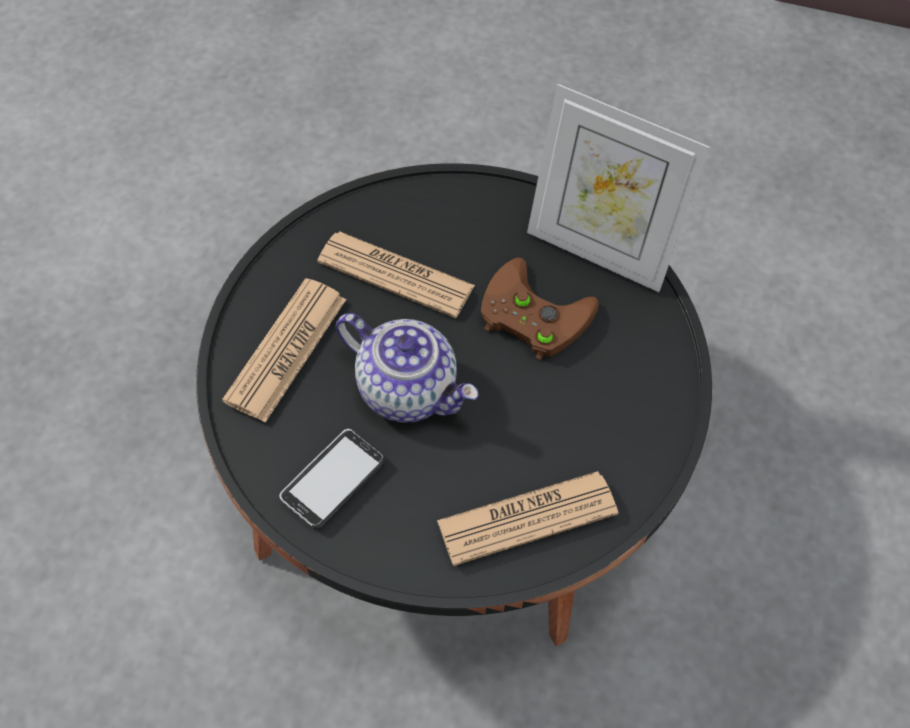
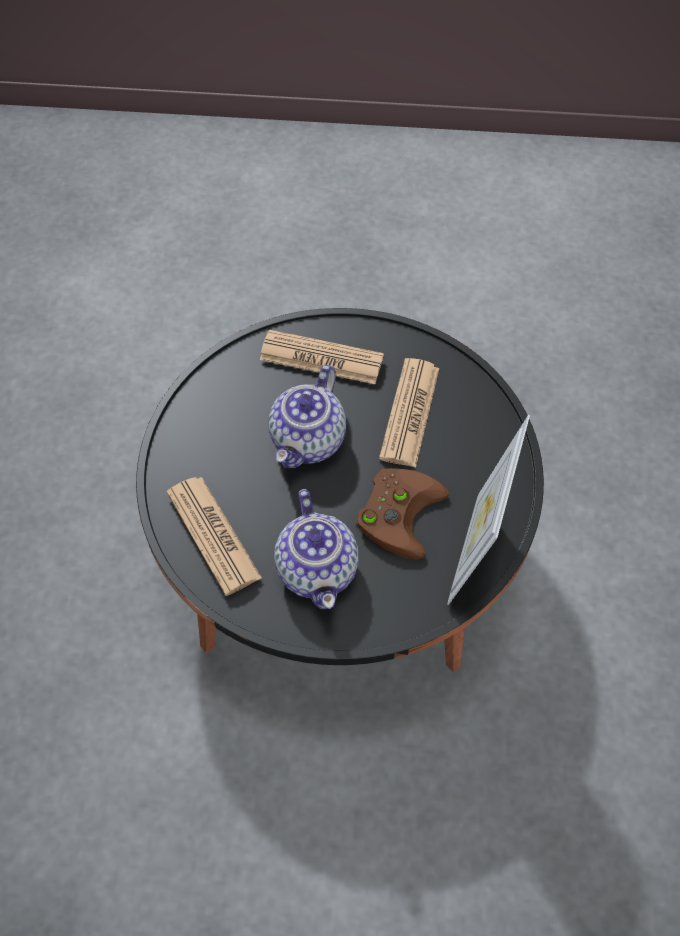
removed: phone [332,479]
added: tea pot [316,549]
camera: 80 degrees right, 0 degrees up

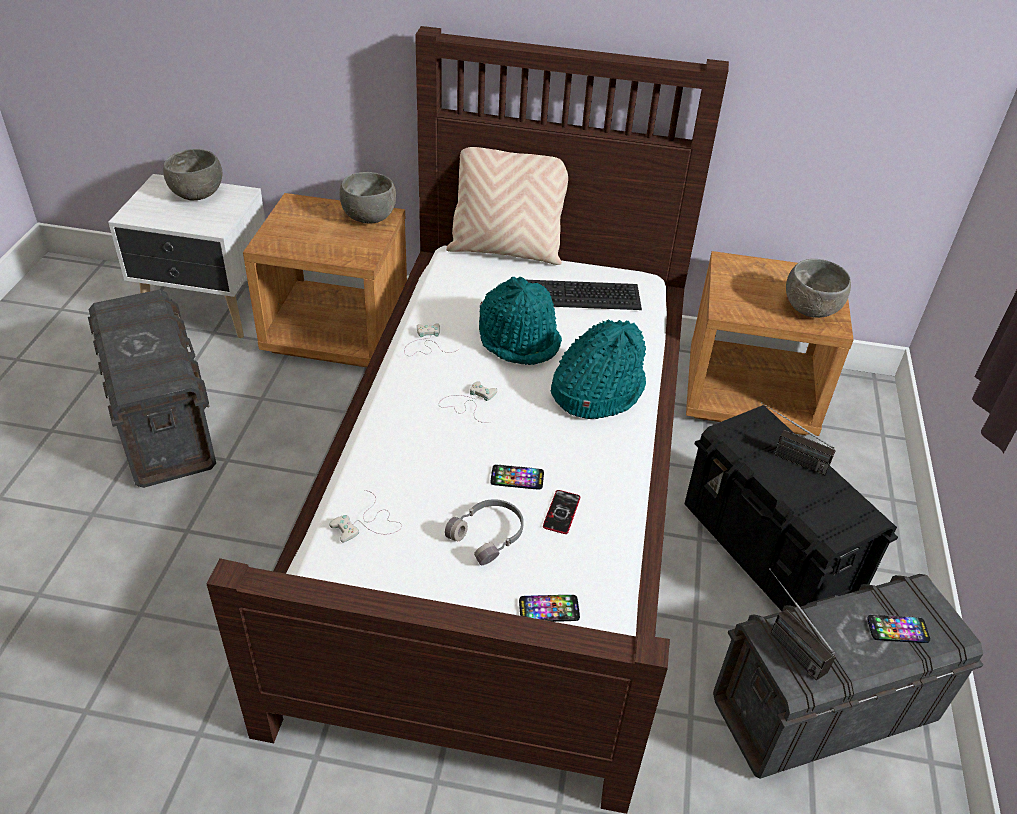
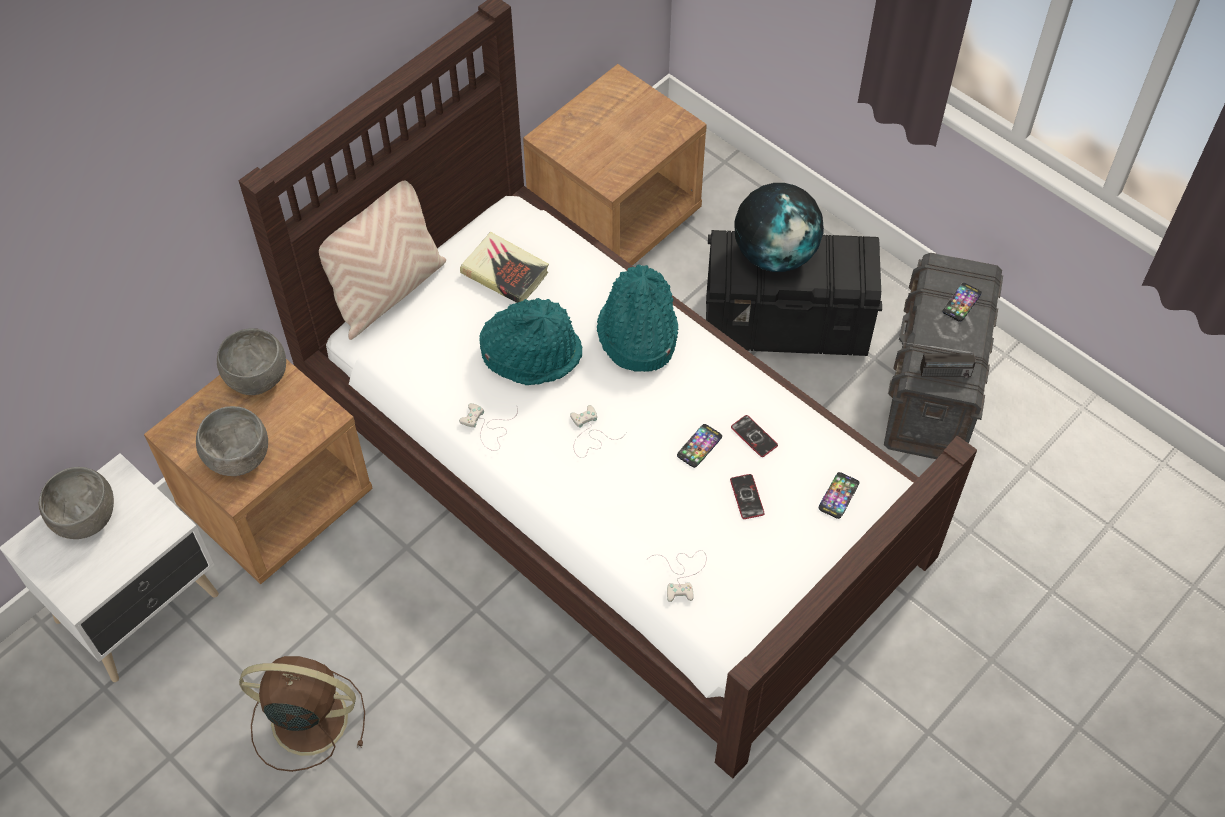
moved: grey deep dish [818,288] to [232,441]
replaced: grey storage container [152,388] to brown-coloured fan [302,714]; grey headset [484,532] to phone [747,496]; computer keyboard [584,295] to book [504,267]; radio set [798,438] to globe [779,227]
camera: 55 degrees left, 15 degrees up

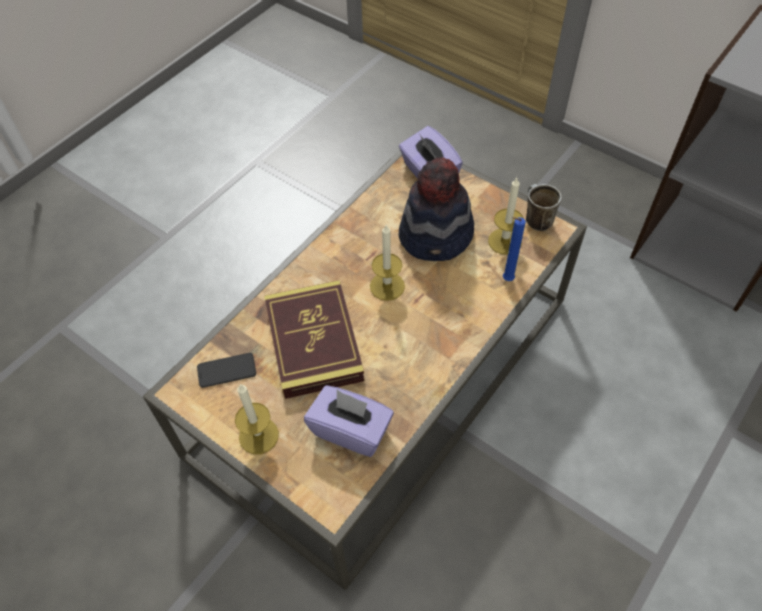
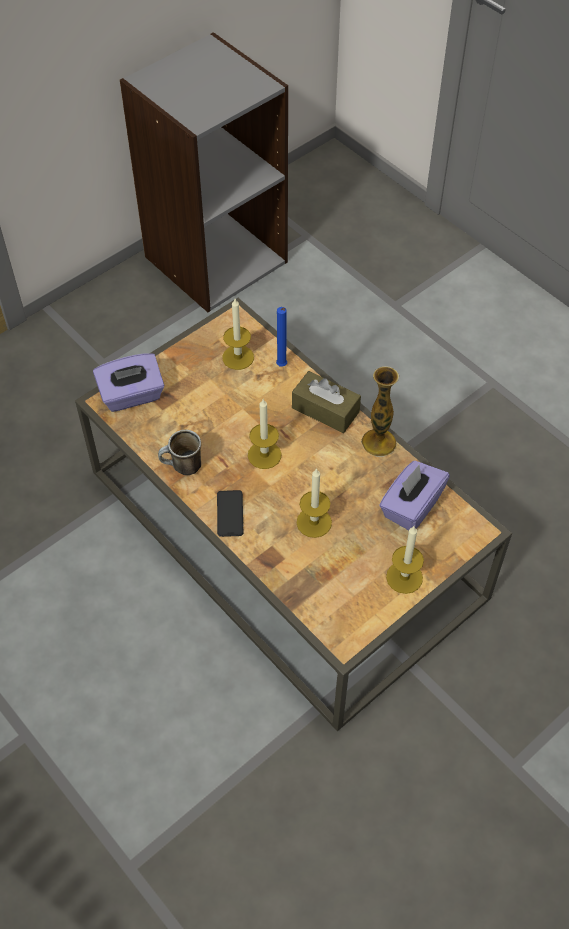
removed: clothing hat [436,209]
added: brown-coloured tissue holder [326,402]; decorative vase [380,411]
moved: phone [226,370] to [230,513]; mug [544,207] to [179,452]
replaced: book [314,339] to wax light [314,503]
camera: 80 degrees left, 0 degrees up

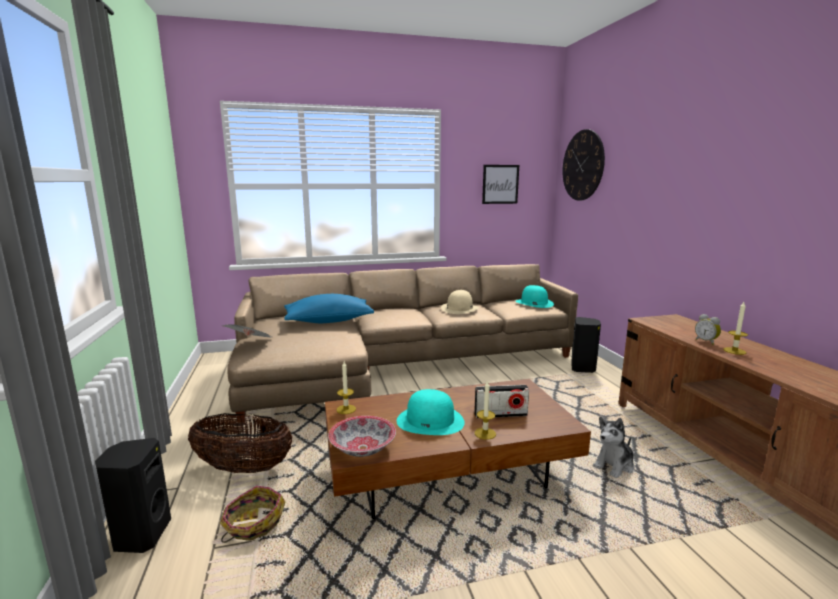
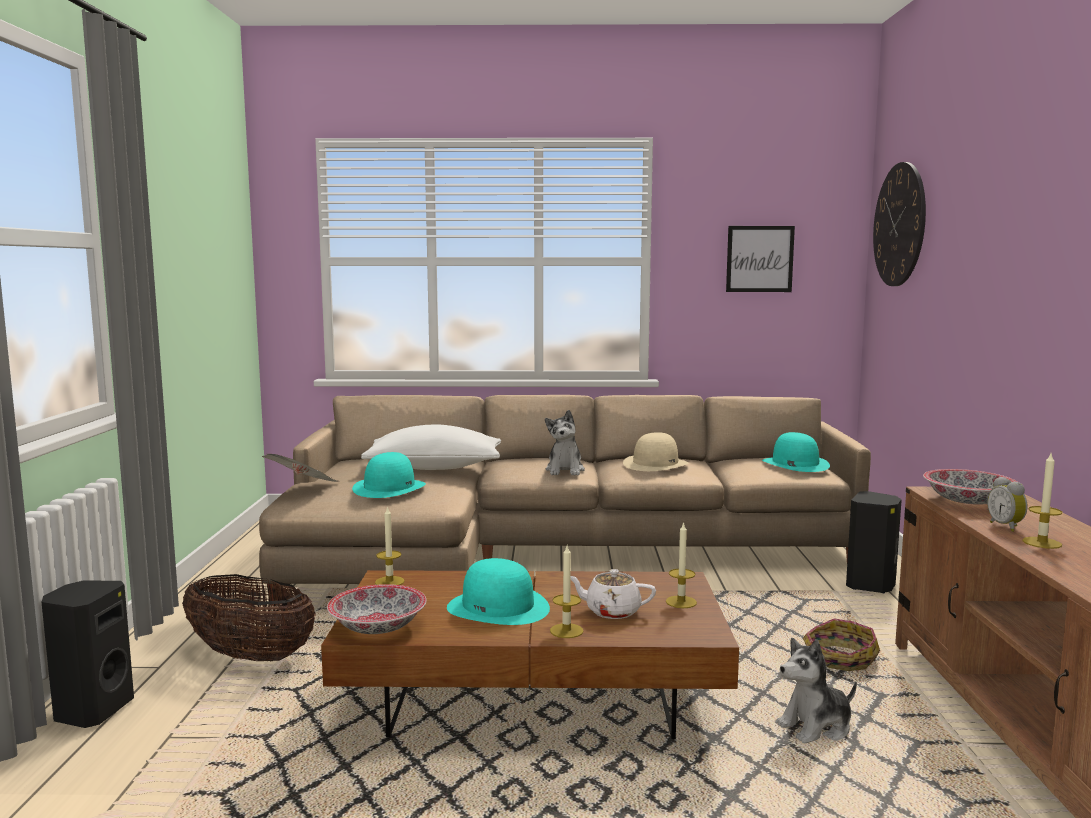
added: blue-green clothing hat [389,475]; cuddly toy [565,442]; wax light [681,565]; deep dish [970,487]
moved: household basket [252,514] to [841,644]
replaced: radio set [502,401] to white-coloured tea pot [613,594]
recoloured: blue pillow [329,308] to white-coloured pillow [431,447]
camera: 15 degrees right, 5 degrees down

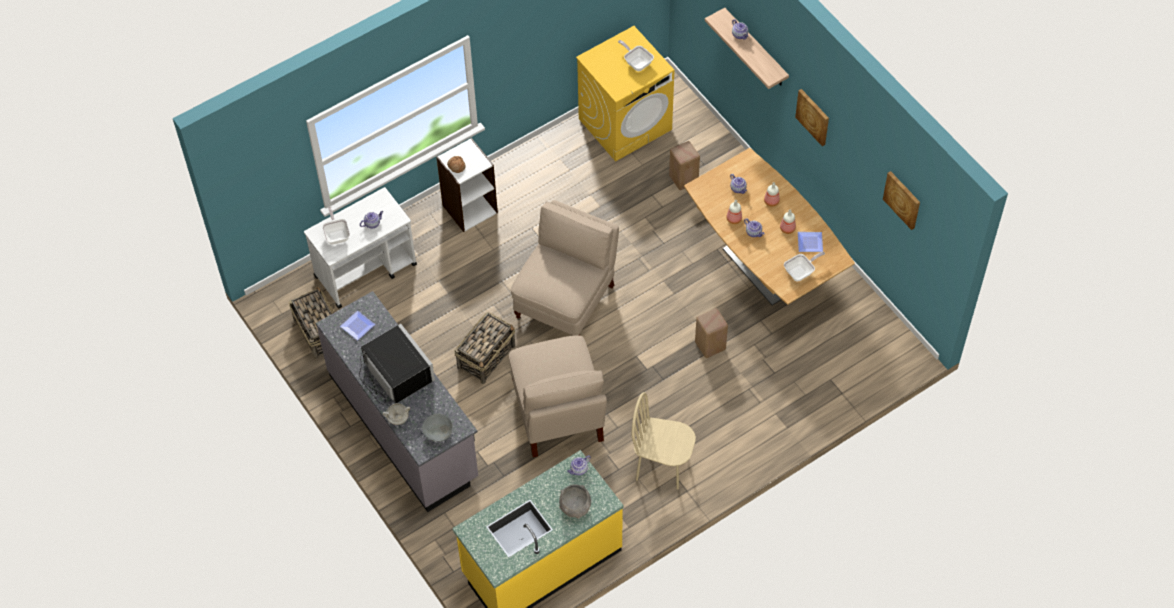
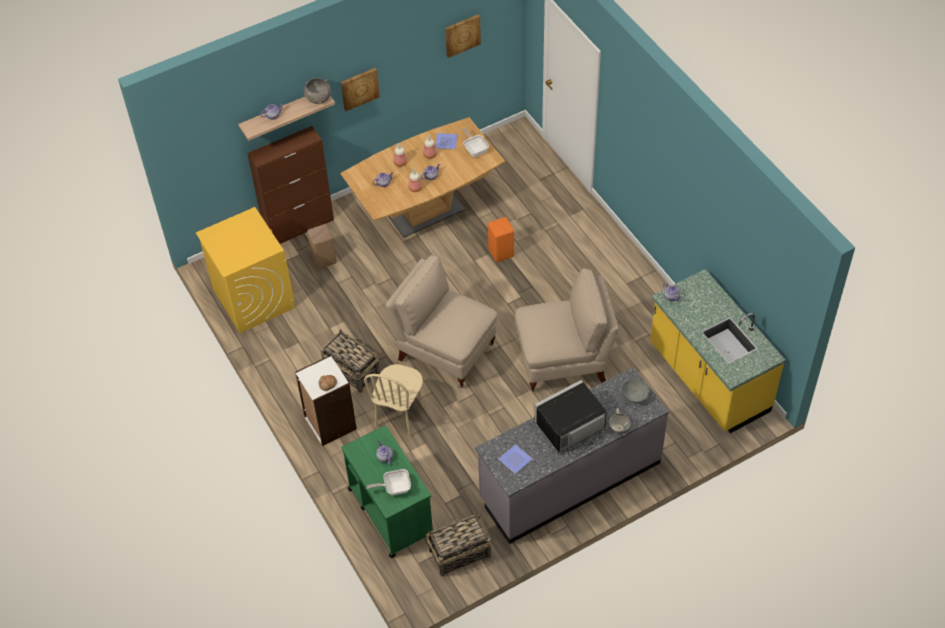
removed: pan [636,55]
added: brown-coloured cupboard [290,185]
moved: household basket [484,348] to [350,361]; grey deep dish [575,501] to [318,91]; beige plain chair [664,440] to [394,400]
recoloured: white-coloured cart [360,247] to green-coloured cart [387,491]; beige stool seat [711,333] to orange-coloured stool seat [501,239]
camera: 85 degrees left, 5 degrees down

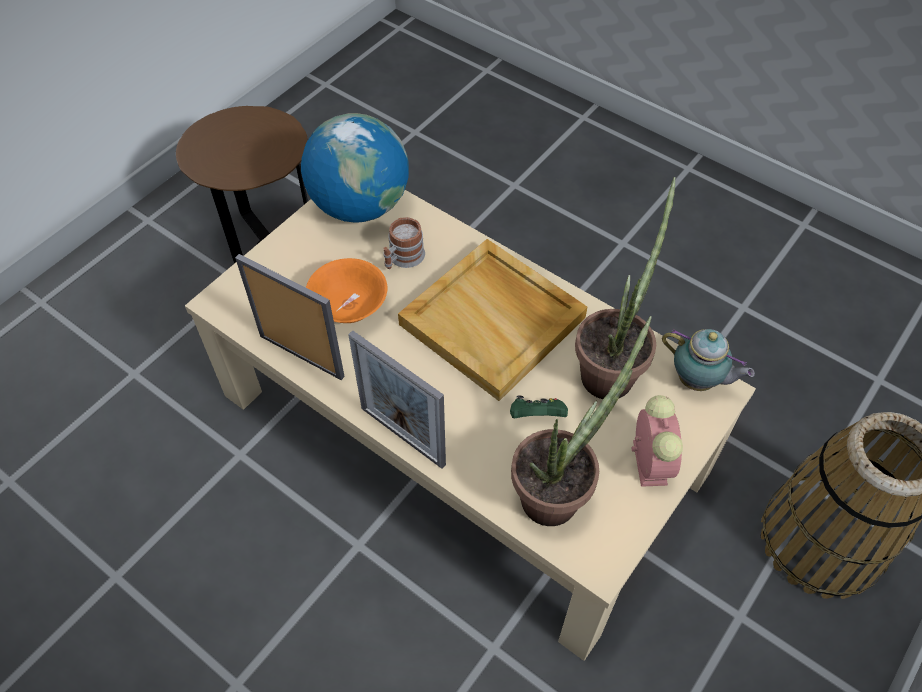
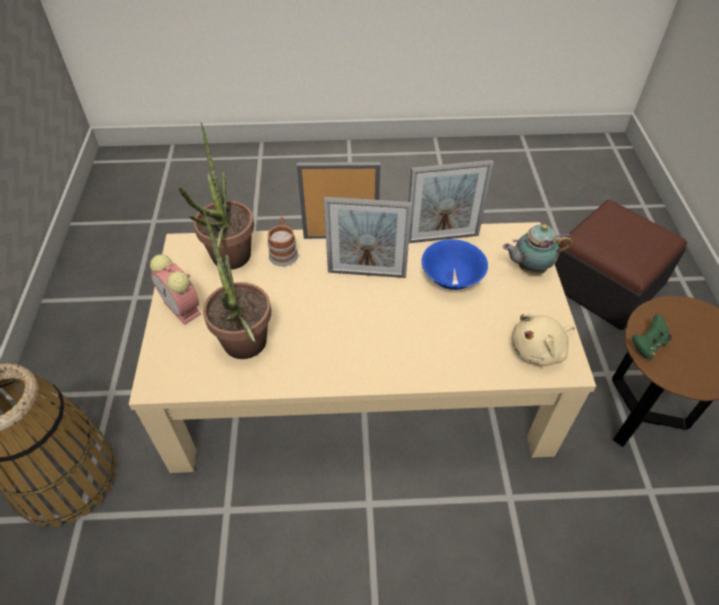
removed: beige serving tray [492,320]
added: standing frame [368,237]; pouffe [621,265]
moved: mug [404,243] to [282,242]; green-coloured gamepad [539,406] to [652,336]; tea pot [708,360] to [537,249]
replaced: globe [355,167] to beige cuddly toy [543,339]
recoloured: orange-coloured deep dish [346,290] to blue deep dish [455,264]
camera: 140 degrees right, 5 degrees down

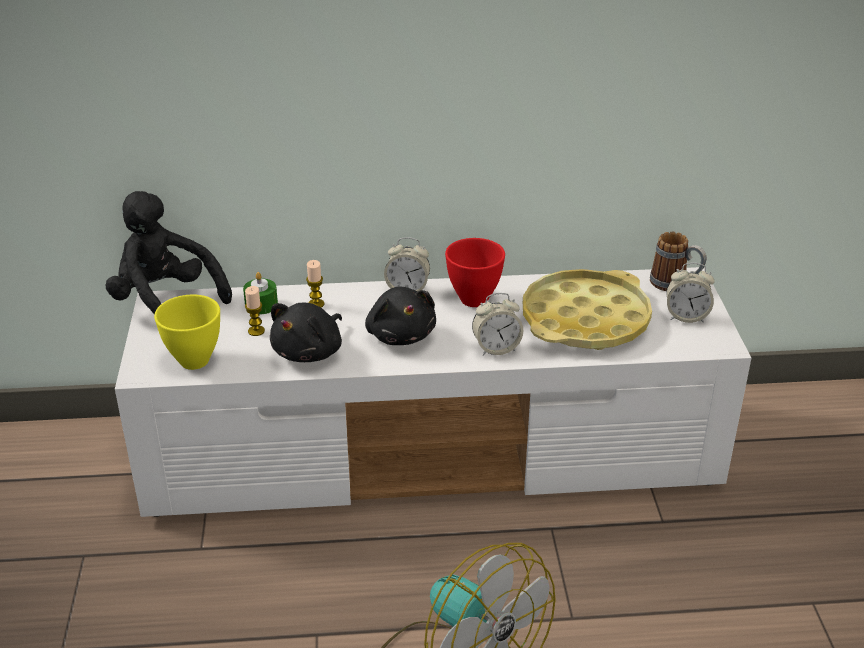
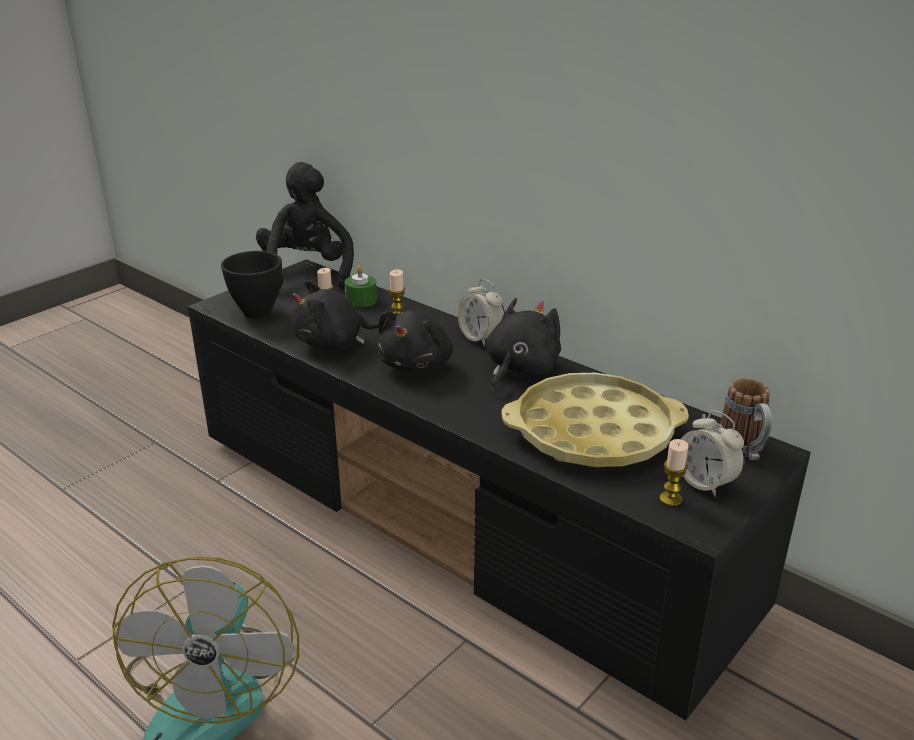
removed: alarm clock [497,324]
added: wax light [674,472]
replaced: red deep dish [475,272] to black-coloured cuddly toy [523,344]
recoloured: white-coloured tv stand [433,392] to black-coloured tv stand [499,490]; yellow deep dish [187,332] to black-coloured deep dish [251,285]
camera: 45 degrees right, 5 degrees down

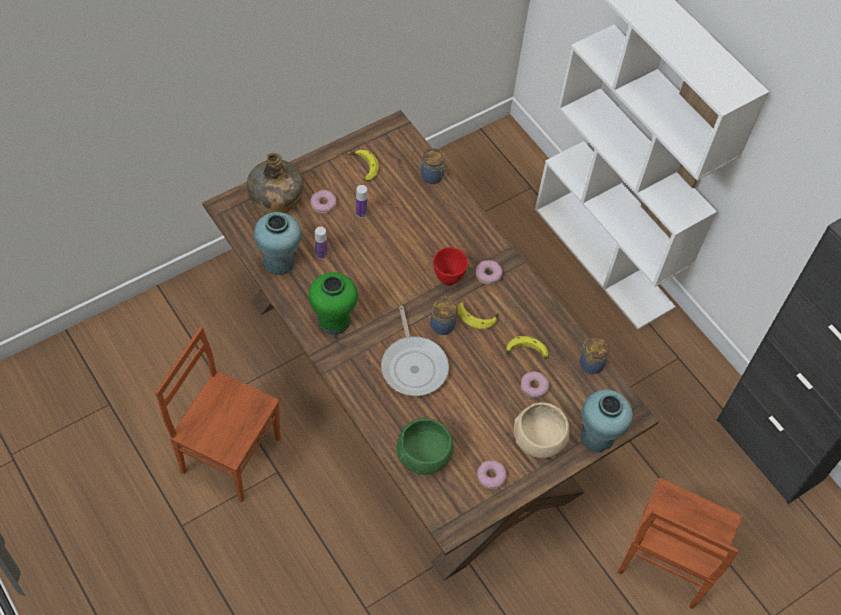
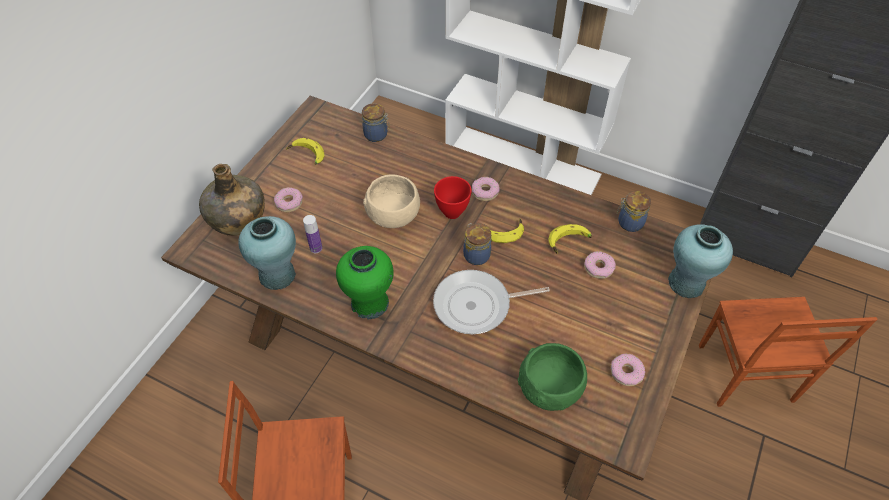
removed: bottle [361,201]
moved: beige deep dish [541,430] to [391,201]
turned: pan [415,351] = [491,302] 120 degrees clockwise
camera: 25 degrees left, 5 degrees down

